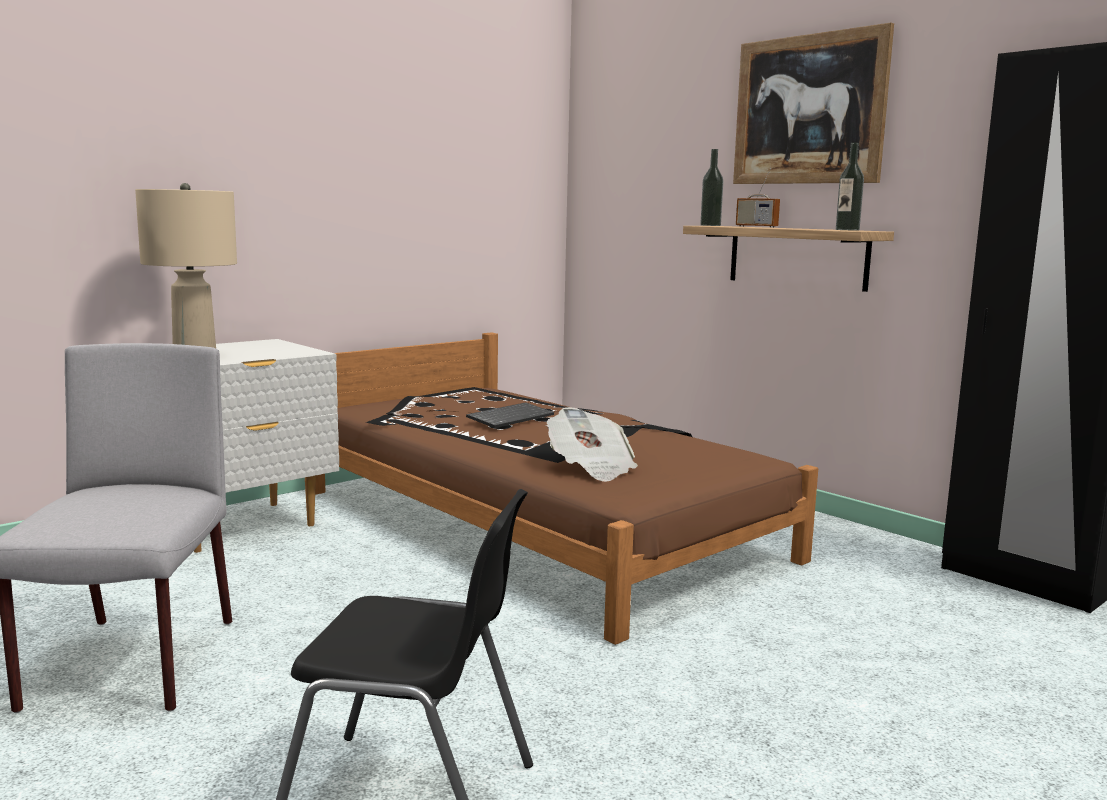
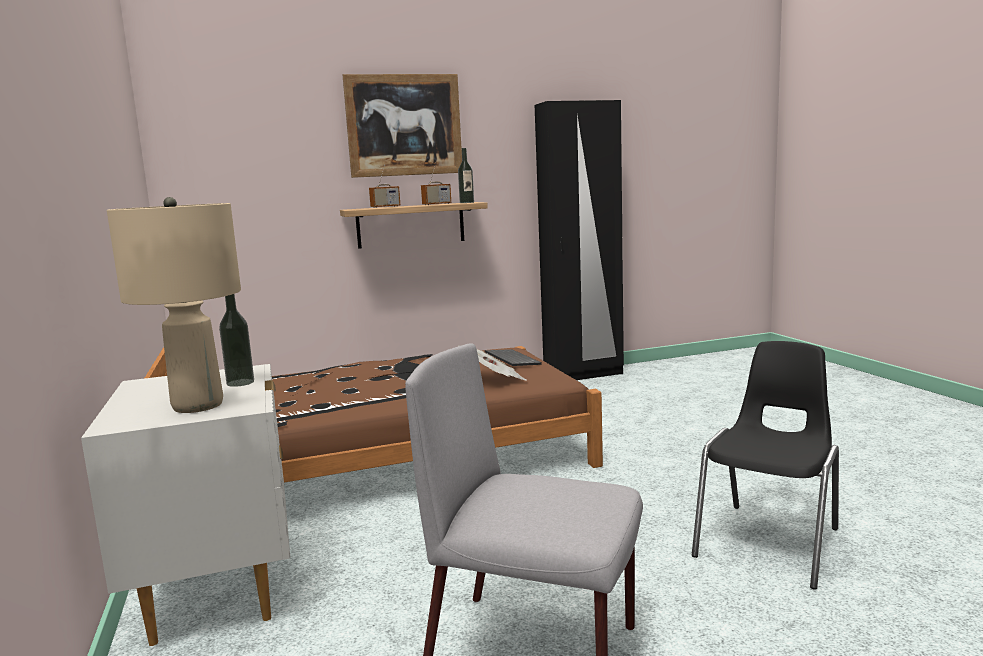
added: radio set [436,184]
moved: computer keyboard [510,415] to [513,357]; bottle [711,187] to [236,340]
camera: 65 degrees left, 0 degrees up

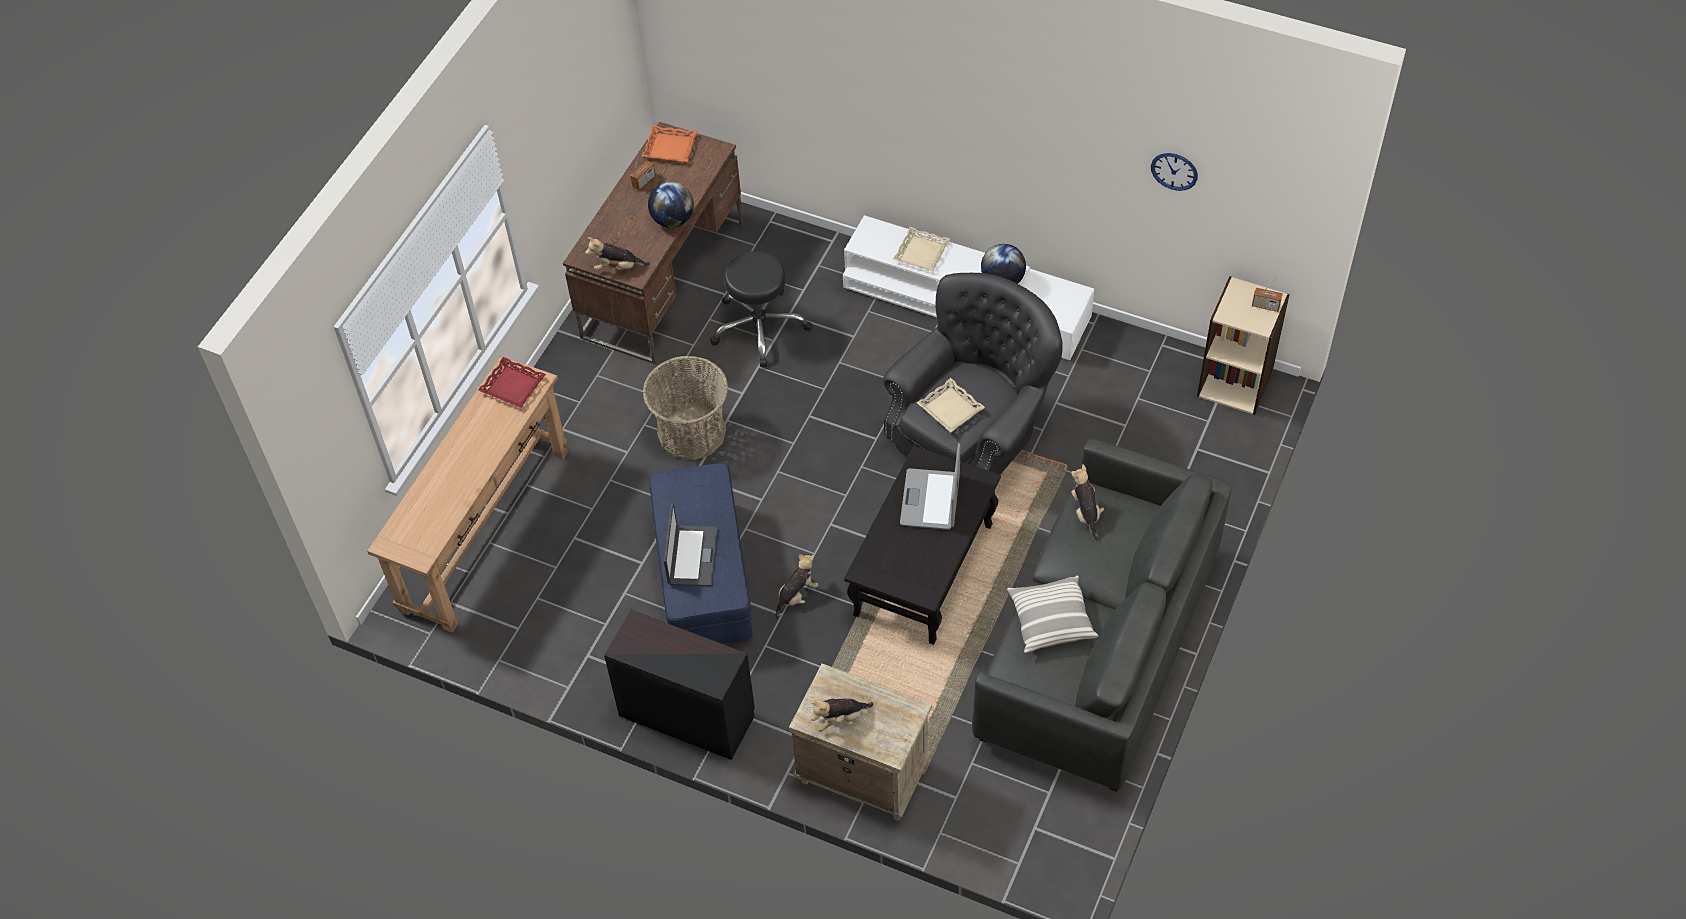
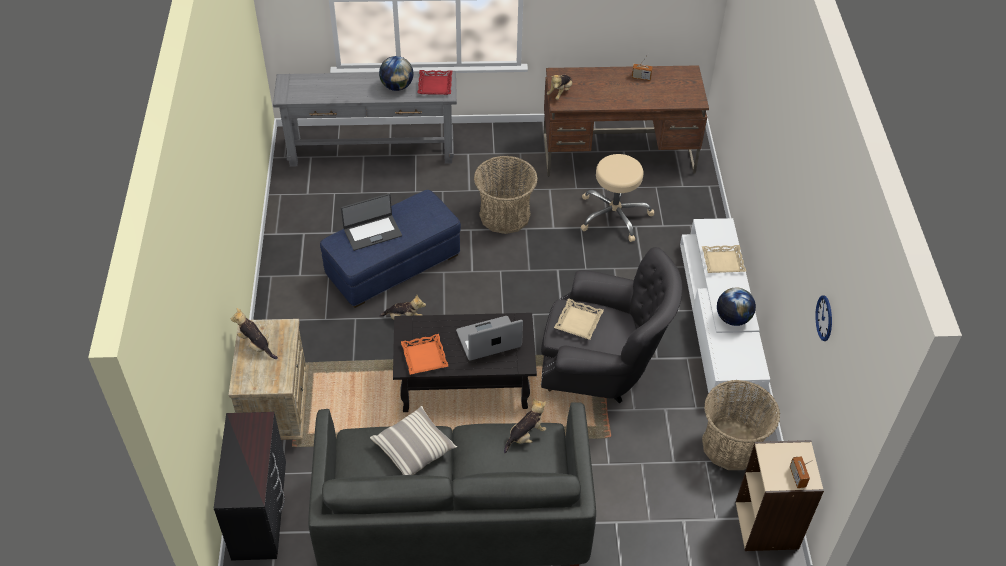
added: household basket [741,425]
moved: black-coloured chest of drawers [679,685] to [250,486]; orange-coloured serving tray [670,143] to [425,354]; globe [671,205] to [396,73]
recoloured: brown-coloured hall table [467,494] to grey hall table [365,118]; black-coloured stool seat [761,309] to beige stool seat [617,198]
turned: cuddly toy [617,253] = [559,87] 120 degrees counterclockwise
camera: 60 degrees right, 5 degrees down

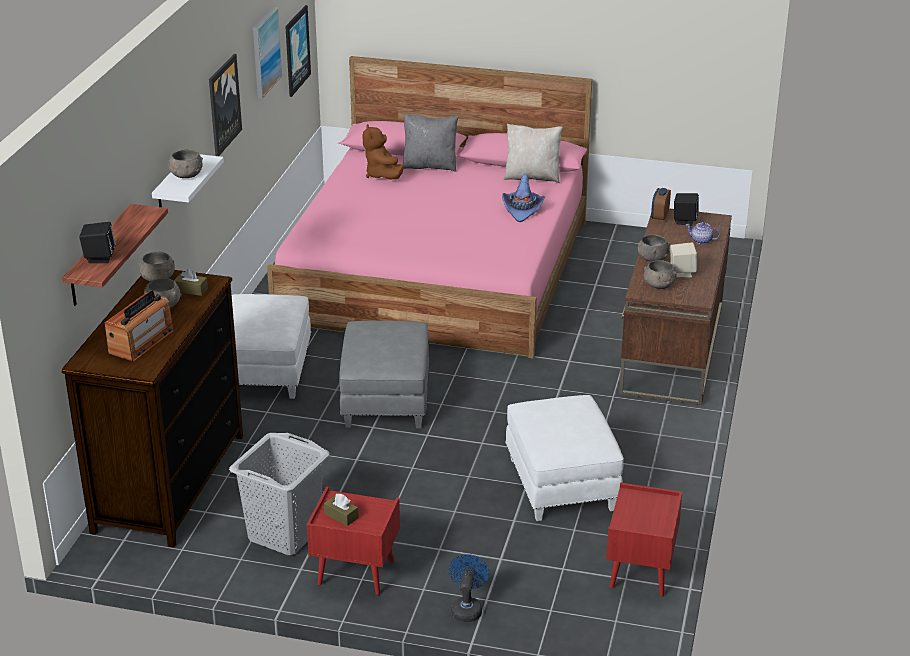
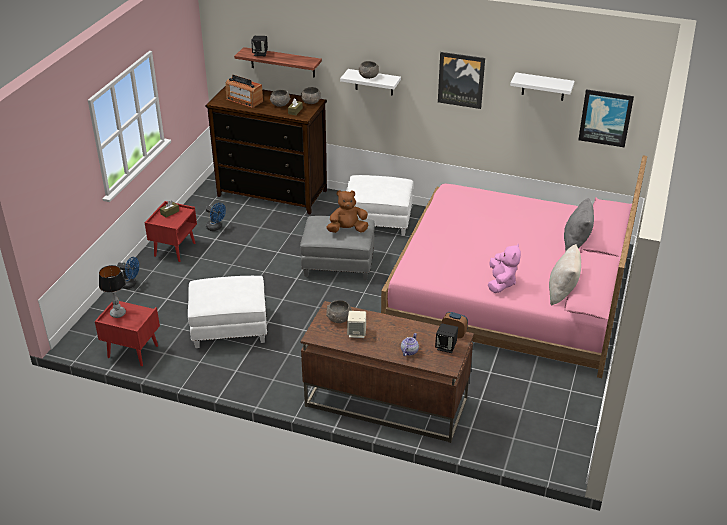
removed: grey deep dish [654,248]
added: tabletop lamp [112,291]
moved: brown-coloured cuddly toy [383,151] to [347,211]
replaced: grey washing basket [279,494] to blue fan [216,217]; picture [267,52] to white-coloured wall shelf [542,86]; purple clothing hat [523,198] to pink-coloured cuddly toy [504,268]
camera: 95 degrees right, 5 degrees up

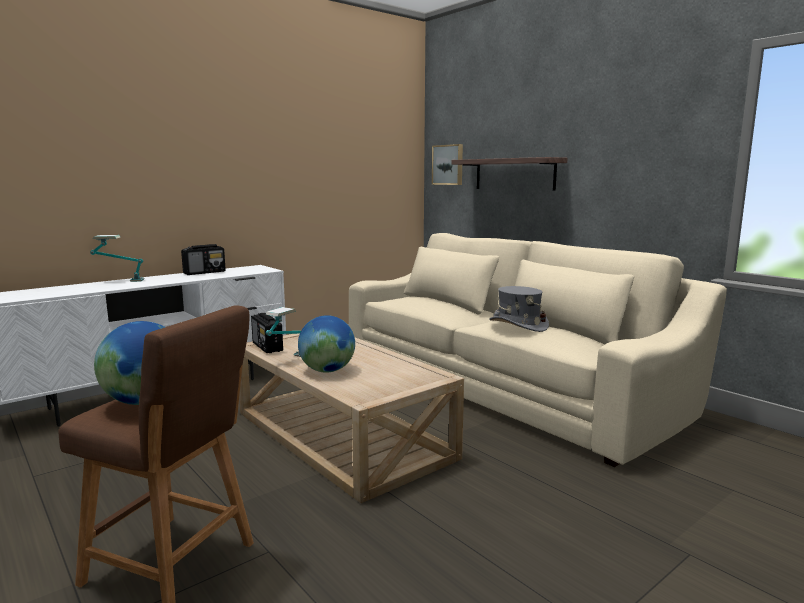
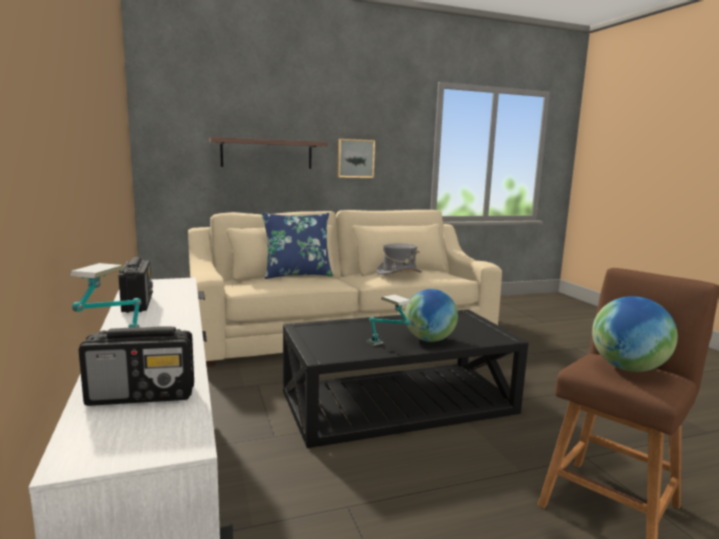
added: blue pillow [297,246]
moved: radio set [267,333] to [136,366]; picture [447,164] to [356,158]
recoloured: beige lounge table [351,418] to black-coloured lounge table [405,379]
camera: 70 degrees left, 0 degrees up

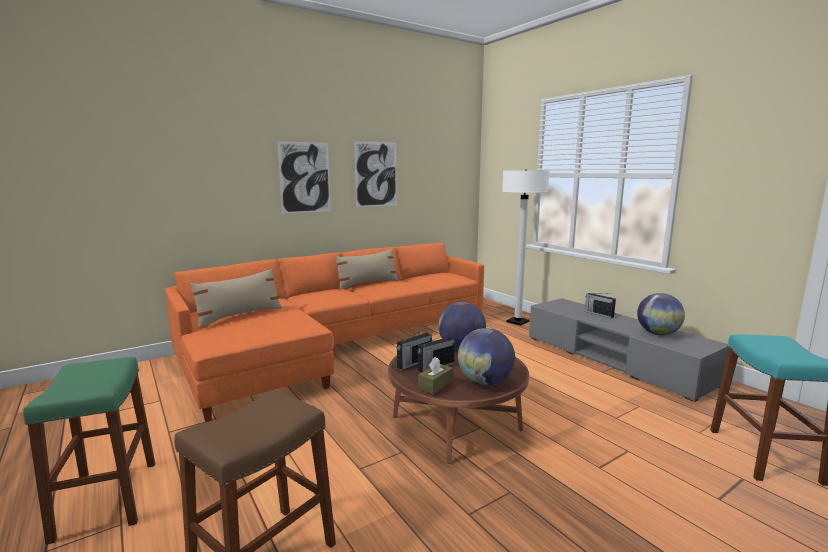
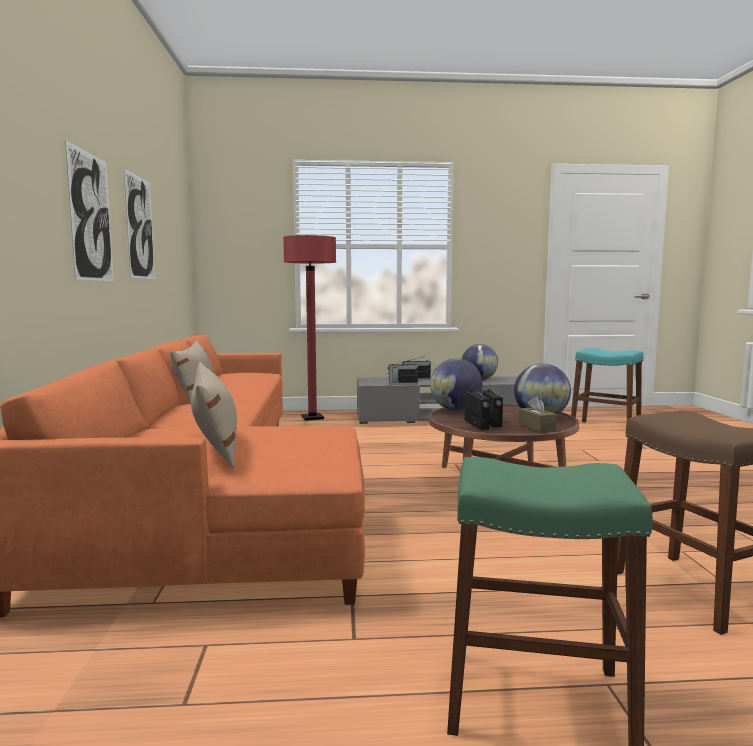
added: radio set [403,372]
recoloured: white-coloured standing lamp [526,247] to red standing lamp [309,328]
camera: 60 degrees left, 5 degrees down

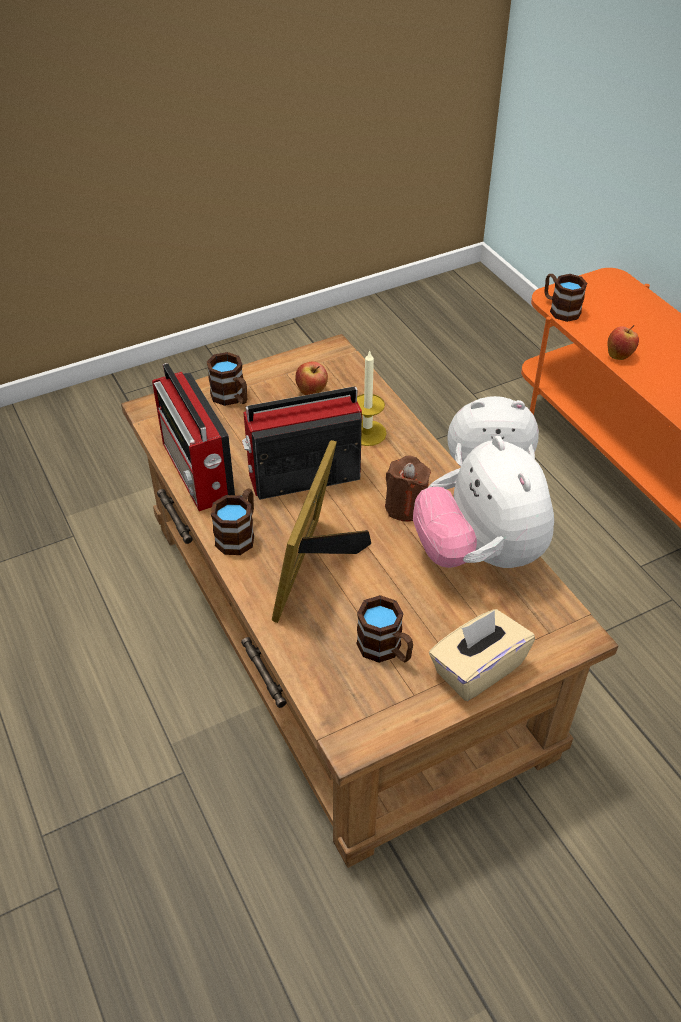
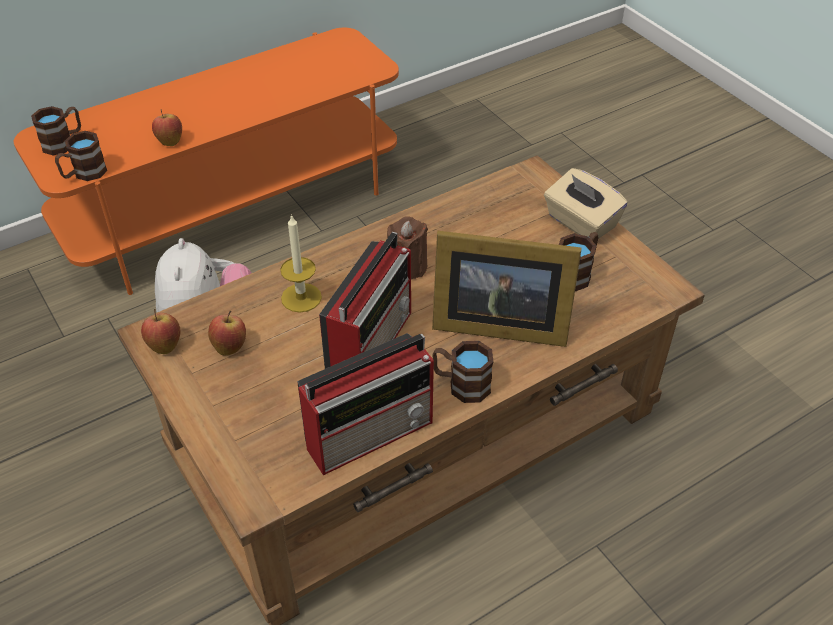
removed: cuddly toy [483,502]
added: whole apple [161,331]
moved: brown-coloured mug [227,379] to [56,130]
turned: radio set [302,443] = [365,300] 135 degrees counterclockwise
camera: 95 degrees left, 0 degrees up

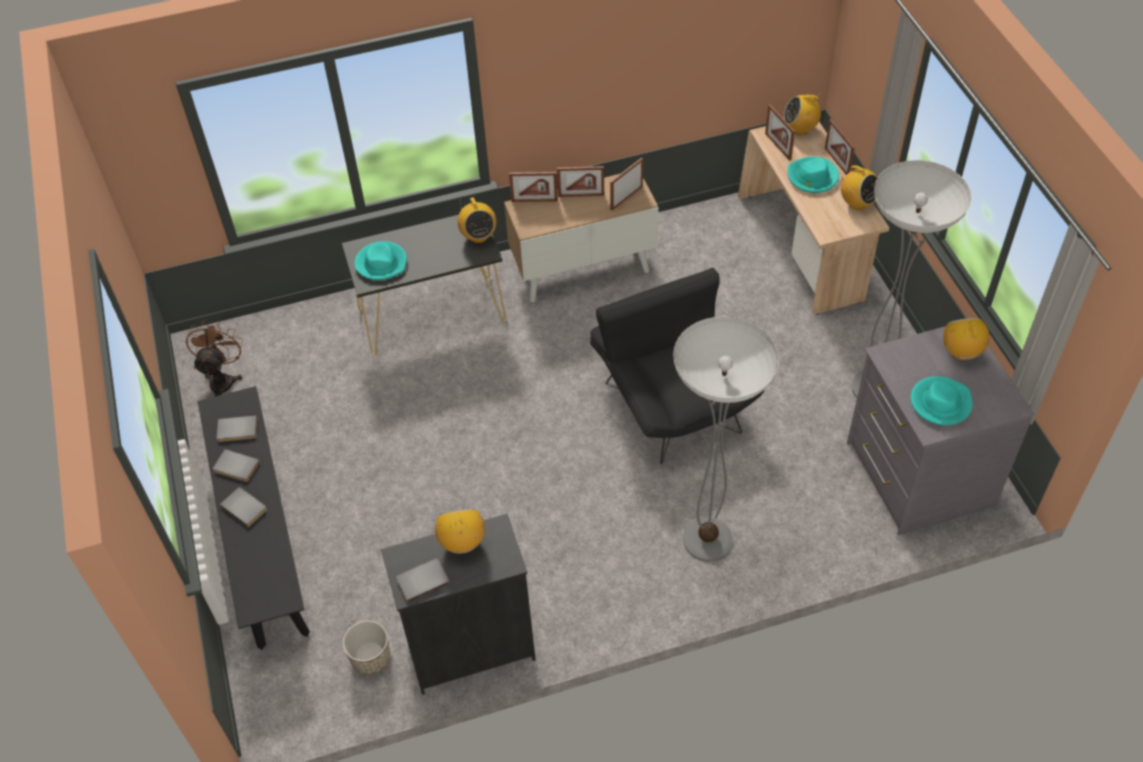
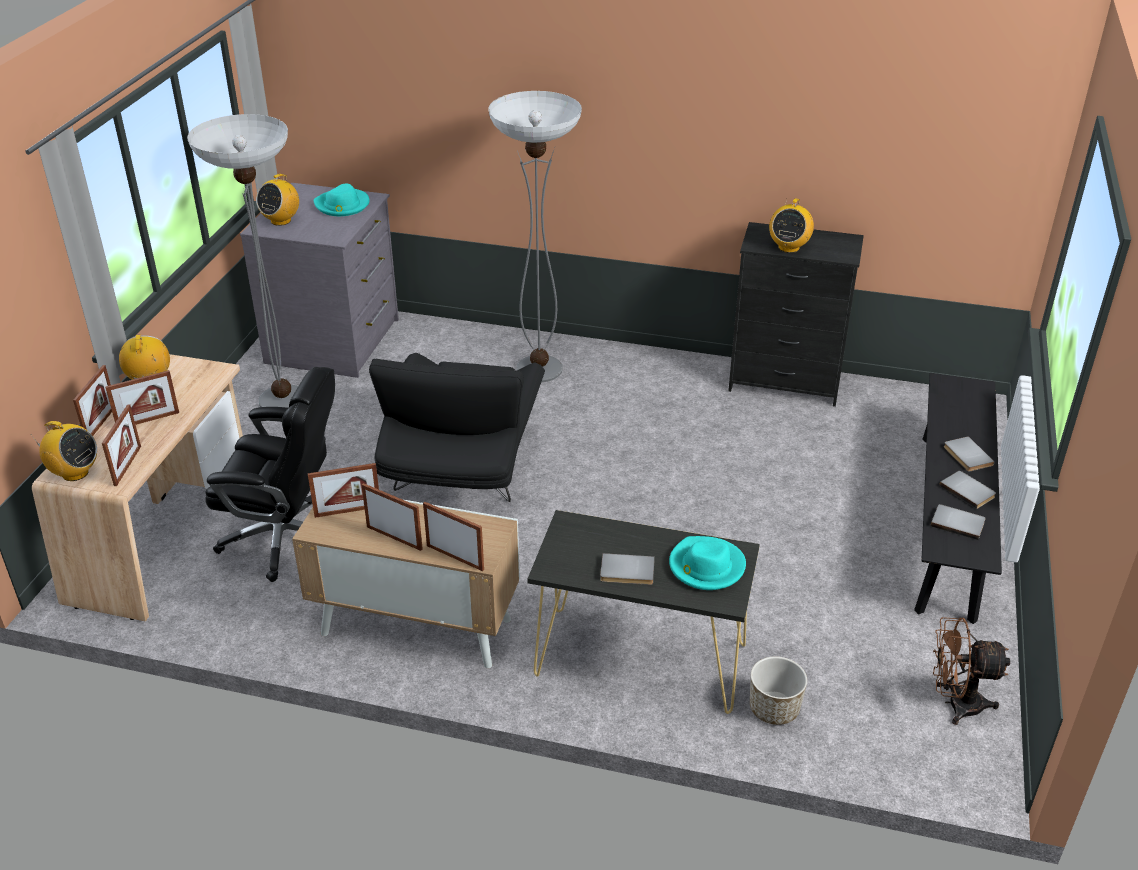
removed: radio set [477,220]
added: black-coloured desk chair [270,474]
moved: plant pot [366,647] to [778,690]; grey book [423,580] to [627,569]
replaced: blue-green clothing hat [813,175] to standing frame [142,397]
turned: brown-coloured fan [214,358] = [971,671] 60 degrees clockwise
camera: 150 degrees left, 15 degrees down

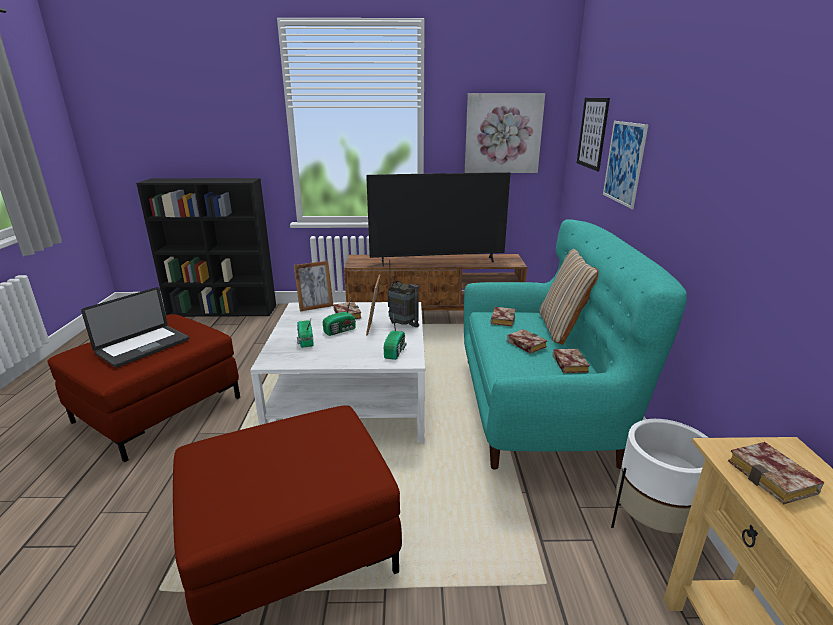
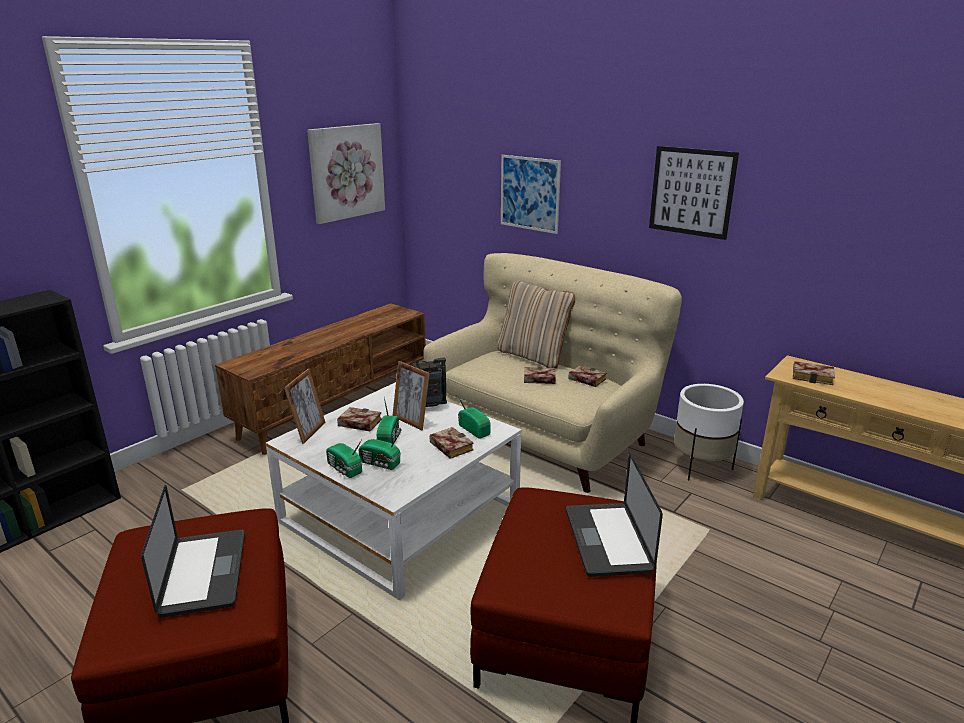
removed: TV [438,219]
added: radio set [344,459]; laptop [614,515]
moved: book [503,316] to [452,443]; picture [593,134] to [694,193]
recoloured: blue-green sofa [575,344] to beige sofa [552,373]
camera: 50 degrees left, 0 degrees up

